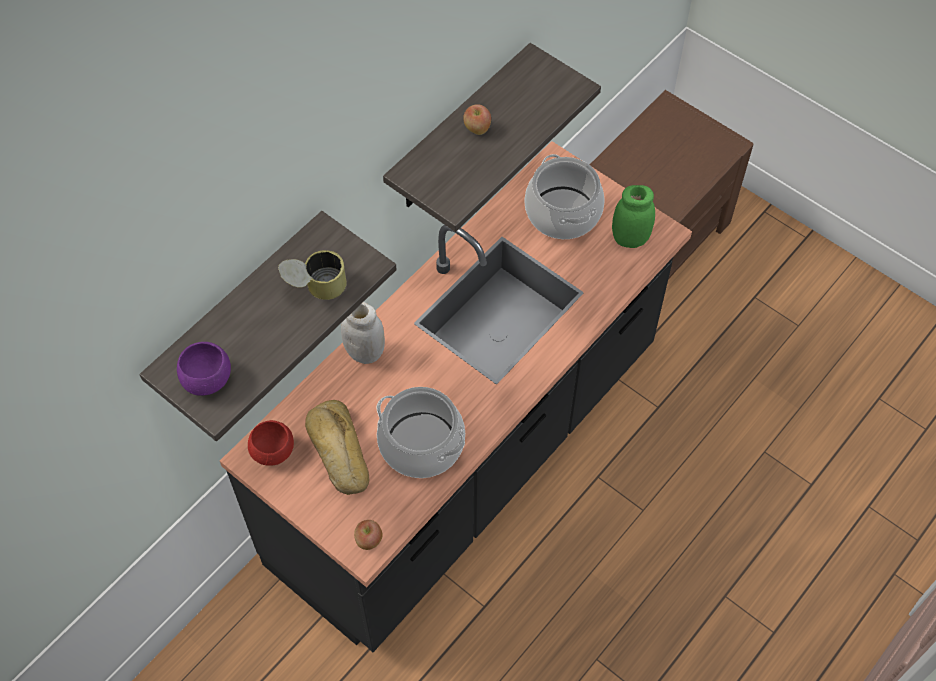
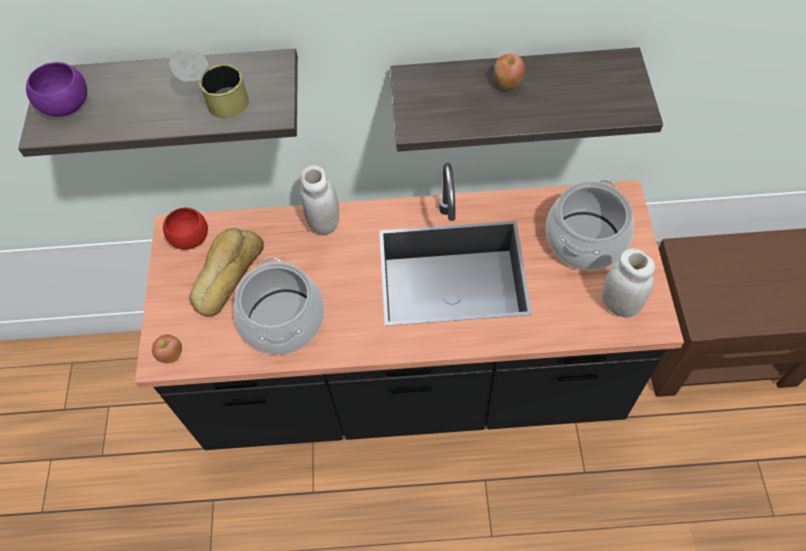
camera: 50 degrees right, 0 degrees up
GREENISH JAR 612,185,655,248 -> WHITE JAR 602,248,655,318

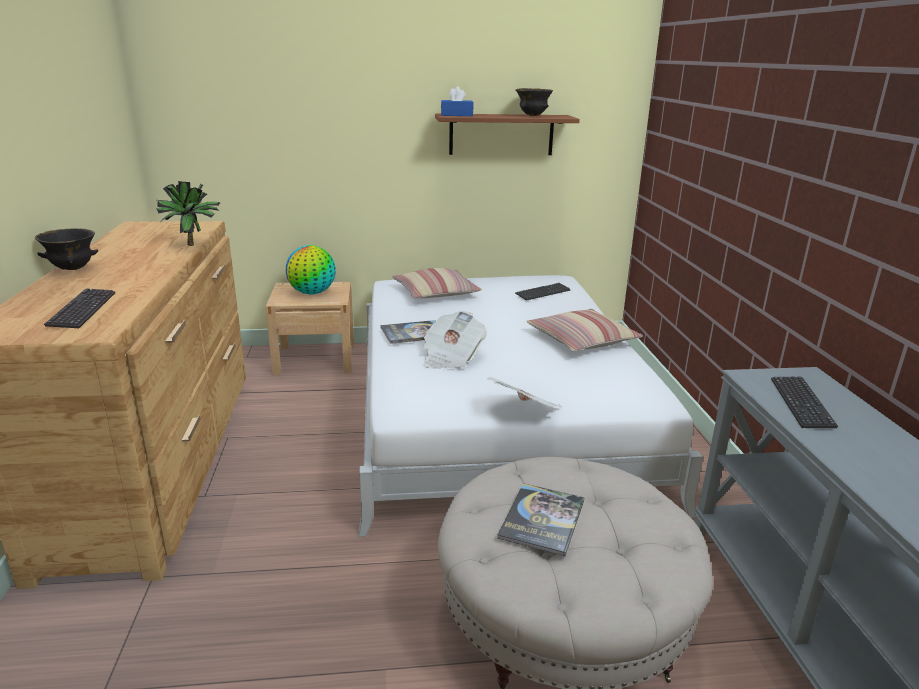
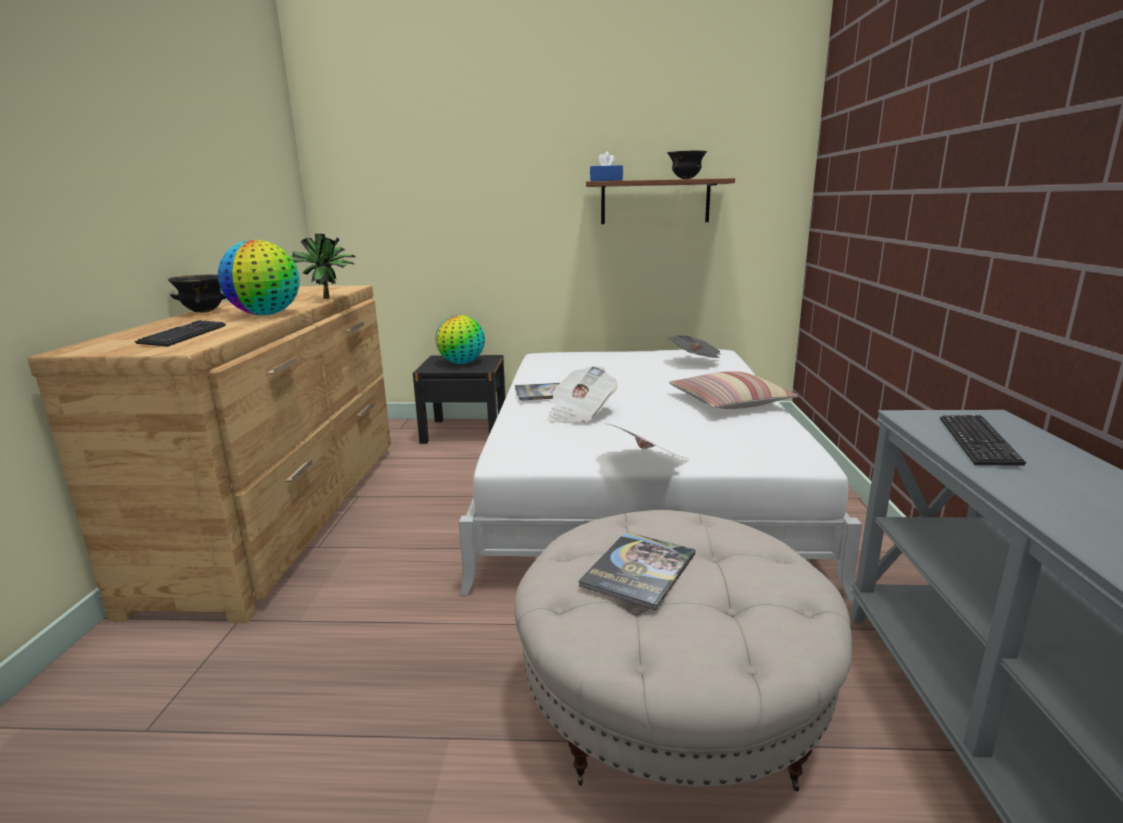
camera: 10 degrees right, 5 degrees down
THROW PILLOW 392,268,482,298 -> none
none -> GLOBE 218,240,299,315
PC KEYBOARD 515,283,571,301 -> PRINTED PAPER 667,335,721,358
SAND-COLOURED NIGHT TABLE 266,282,354,375 -> BLACK NIGHT TABLE 413,355,505,444

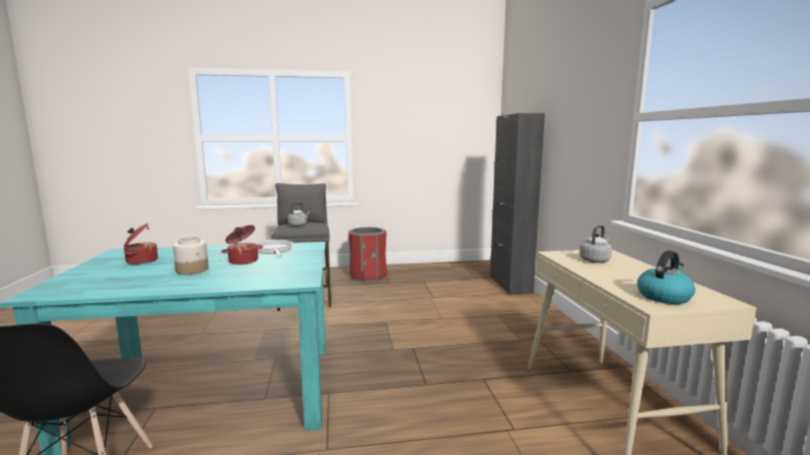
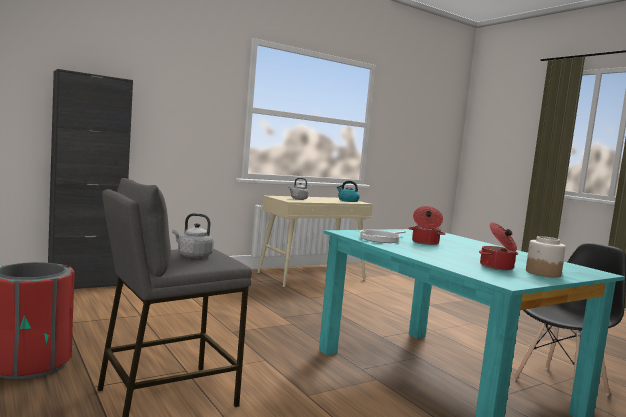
camera: 115 degrees left, 5 degrees down
JAR 173,237,209,275 -> JAR 526,236,566,278, relocated

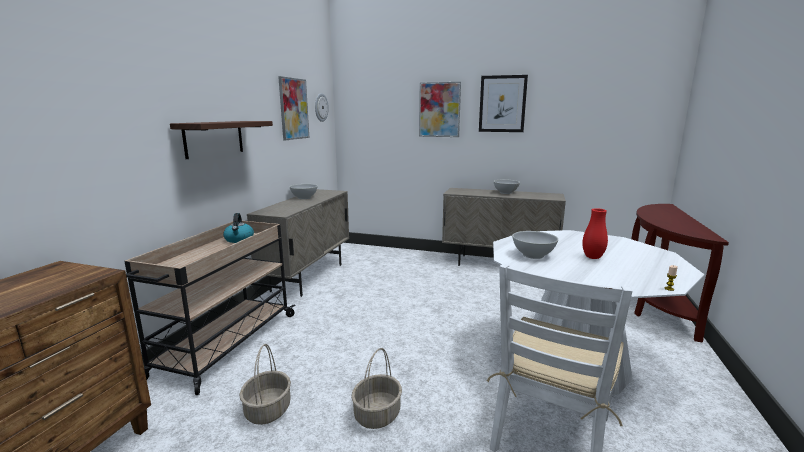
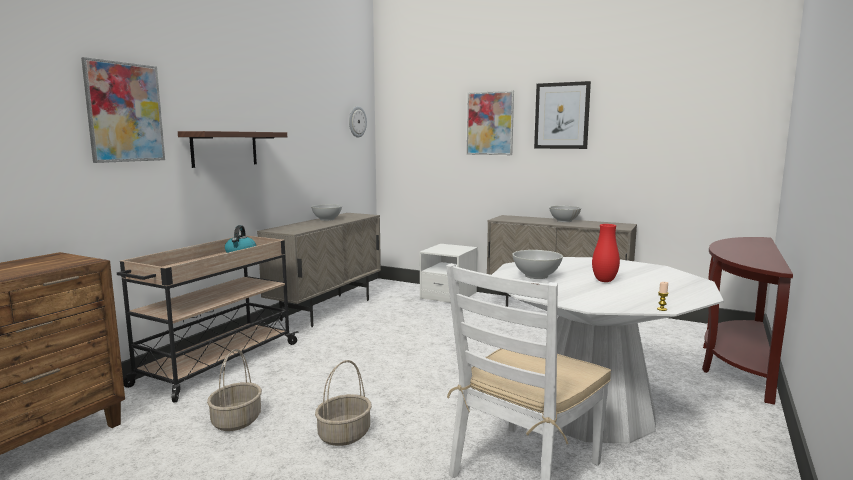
camera: 10 degrees right, 5 degrees down
none -> WHITE NIGHT TABLE 419,244,478,303
PICTURE 278,76,309,140 -> PICTURE 81,57,165,163, relocated

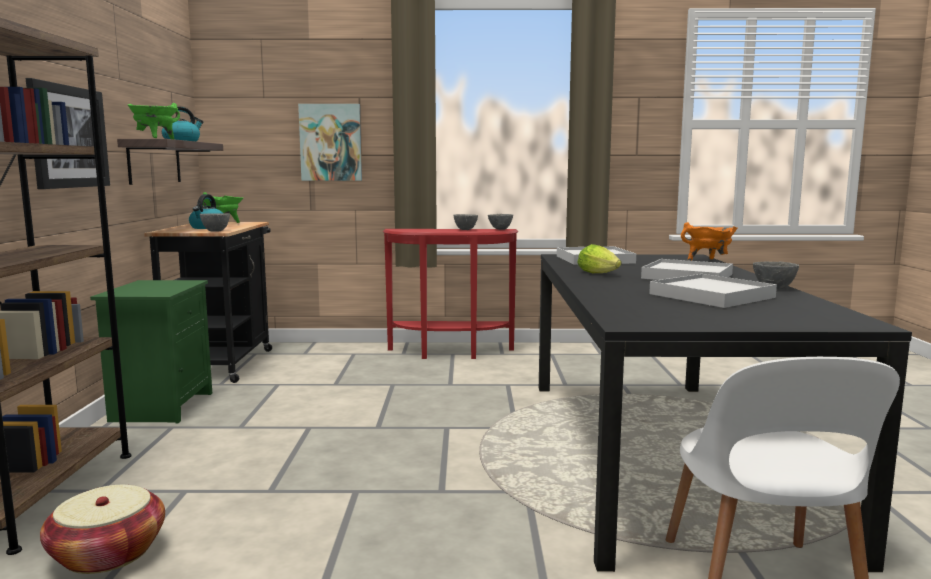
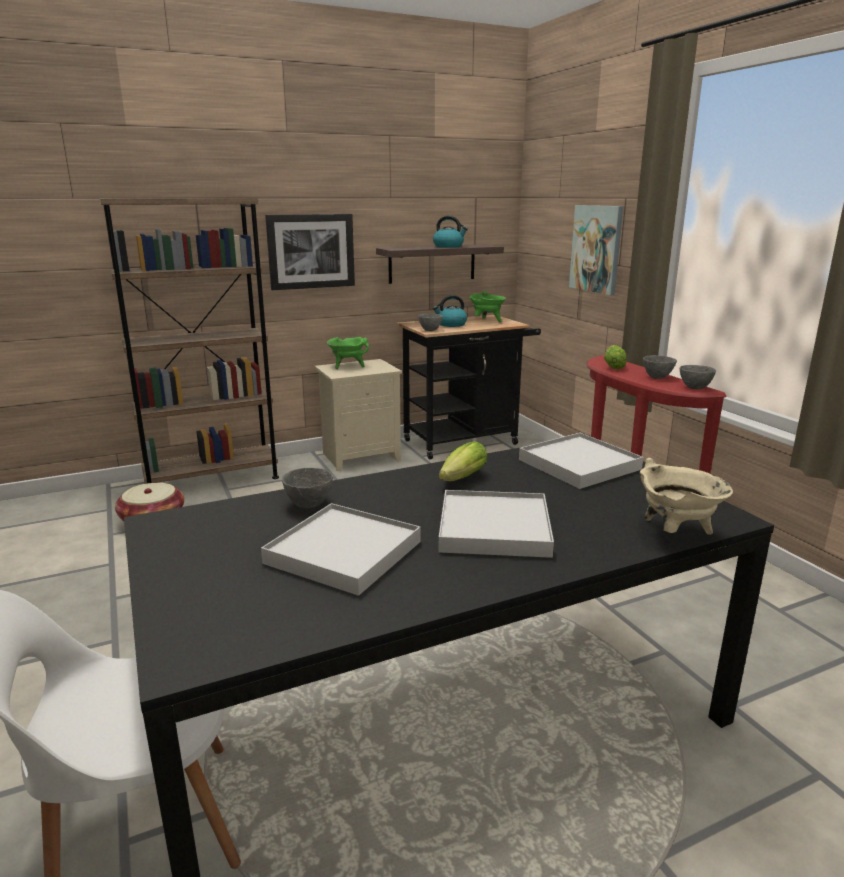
camera: 65 degrees right, 10 degrees up
none -> HEAD OF LETTUCE 604,345,627,370
GREENISH STOCKPOT 128,103,180,139 -> GREENISH STOCKPOT 327,337,369,369, relocated
GREYISH SERVING BOWL 753,262,799,290 -> GREYISH SERVING BOWL 282,468,333,508, relocated
GREENISH NIGHT TABLE 90,280,212,424 -> SAND-COLOURED NIGHT TABLE 315,359,402,471
ORANGE-COLOURED STOCKPOT 681,222,738,261 -> SAND-COLOURED STOCKPOT 640,458,733,535

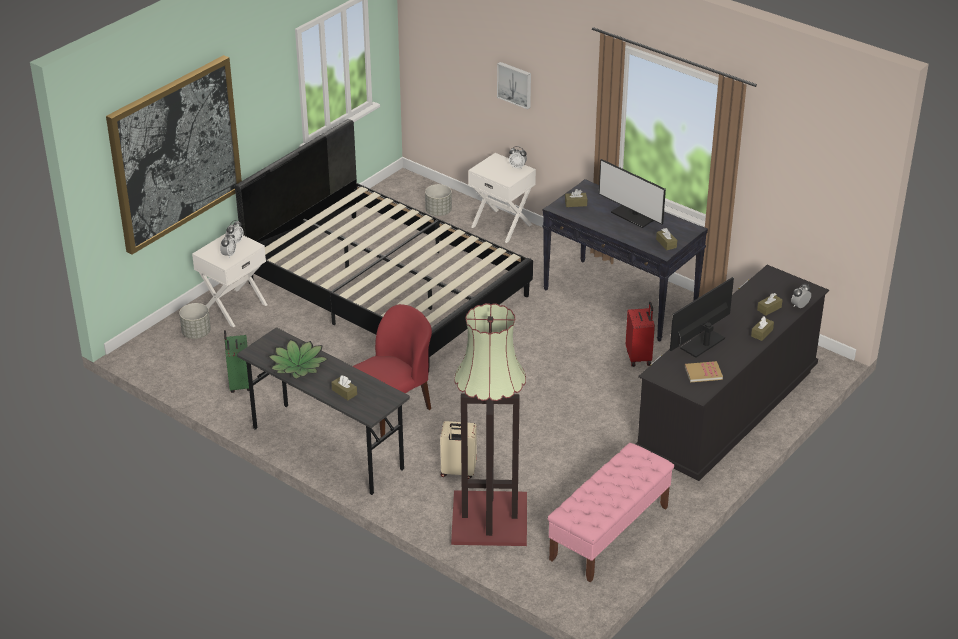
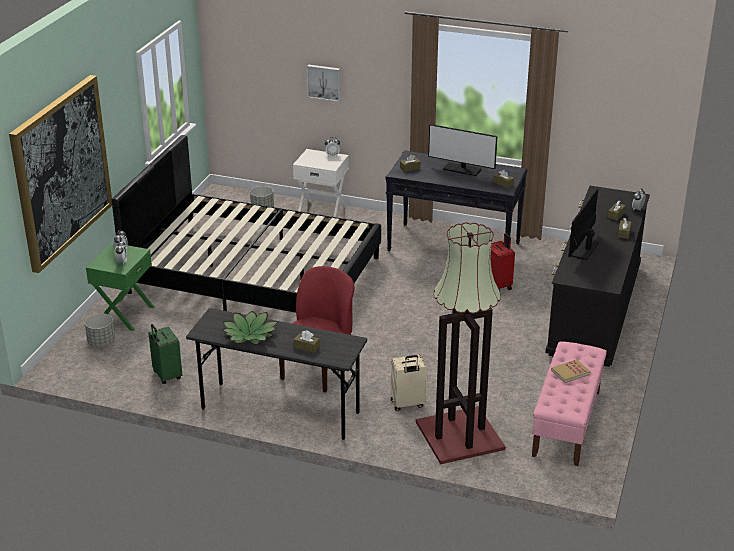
camera: 20 degrees left, 5 degrees down
BOOK 685,361,723,382 -> BOOK 551,359,591,383, relocated
WHITE NIGHT TABLE 192,233,268,327 -> GREENISH NIGHT TABLE 86,243,155,331

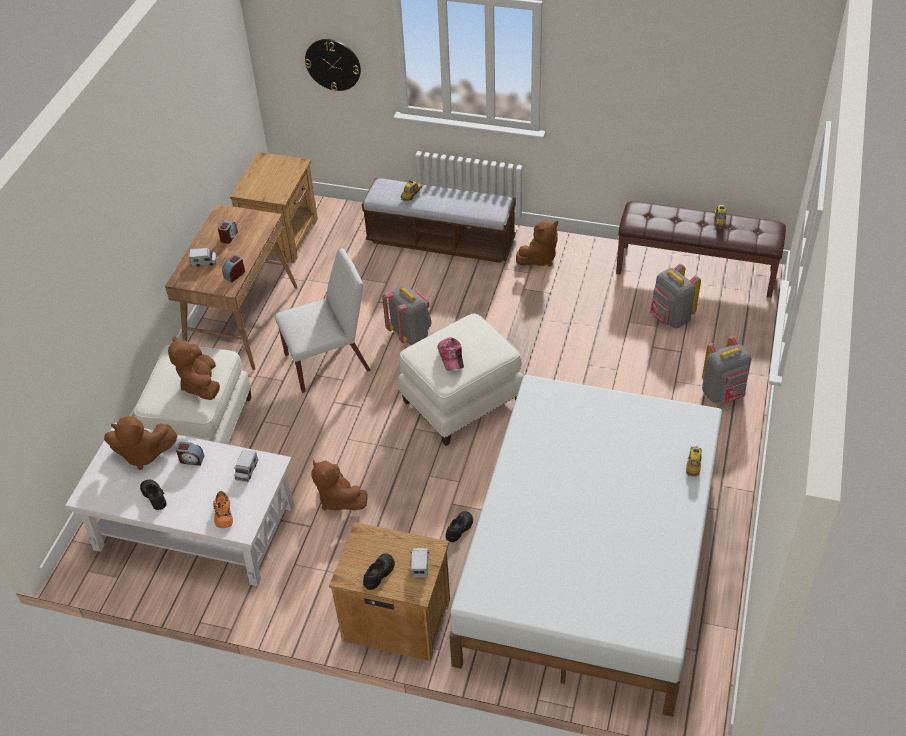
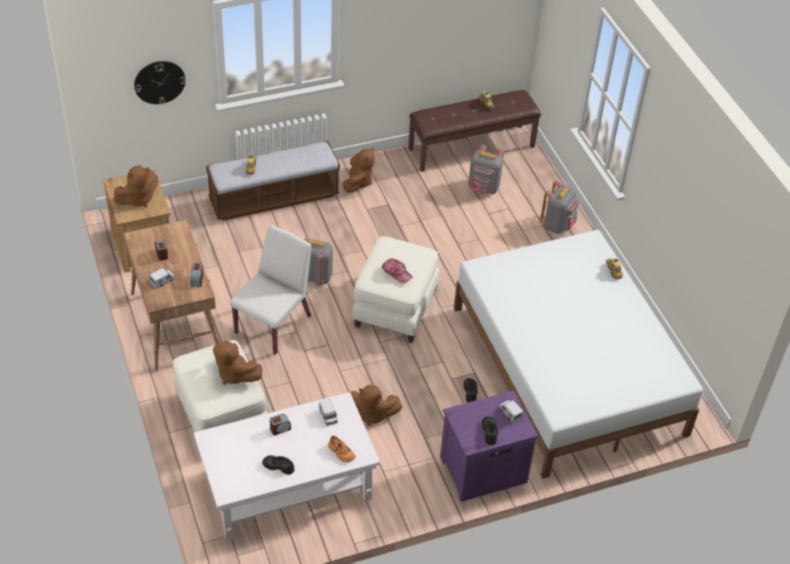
camera: 40 degrees left, 0 degrees up
BROWN-COLOURED PLUSH TOY 104,416,177,470 -> BROWN-COLOURED PLUSH TOY 114,165,158,208, relocated
BROWN-COLOURED NIGHT TABLE 329,522,450,661 -> PURPLE-COLOURED NIGHT TABLE 440,390,538,502

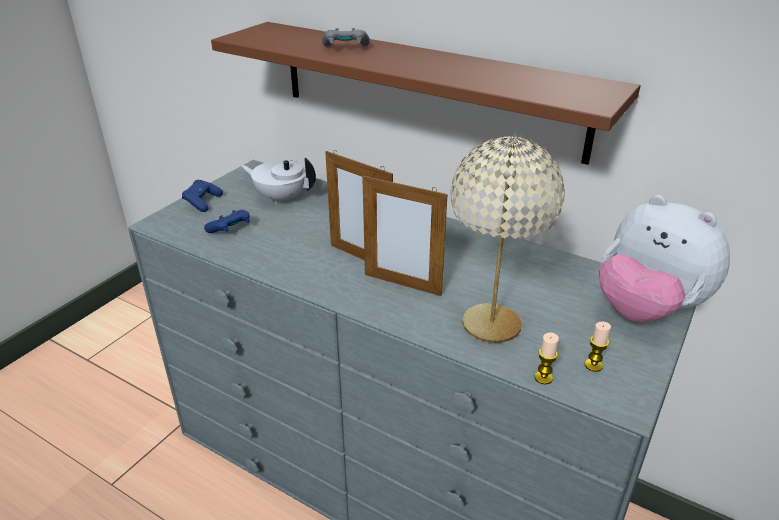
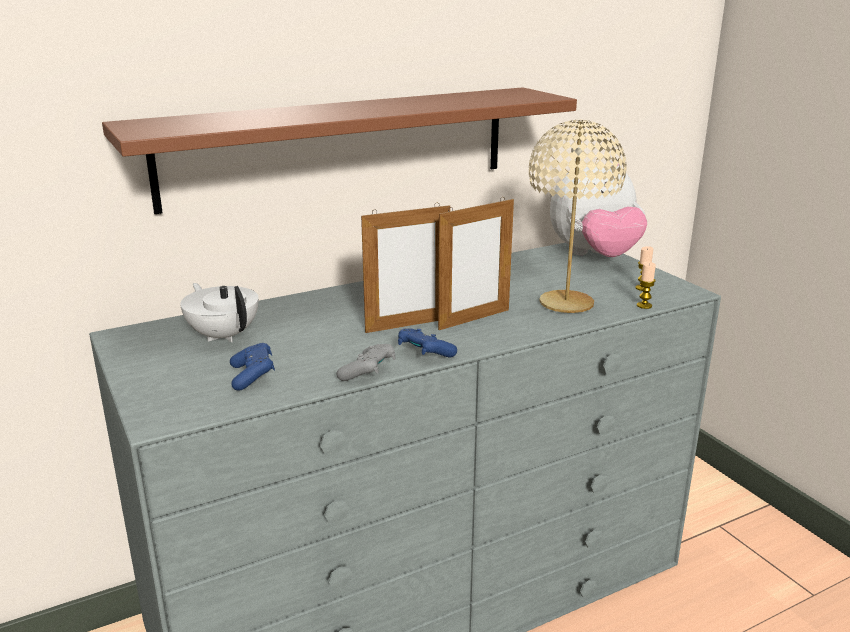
camera: 60 degrees left, 10 degrees down
BLUE GAME CONTROLLER 182,180,223,212 -> BLUE GAME CONTROLLER 398,328,457,357, relocated
GREYISH GAME CONTROLLER 322,28,370,47 -> GREYISH GAME CONTROLLER 336,344,395,381, relocated
WHITE TEAPOT 241,158,316,204 -> WHITE TEAPOT 180,283,259,342, 90 degrees clockwise

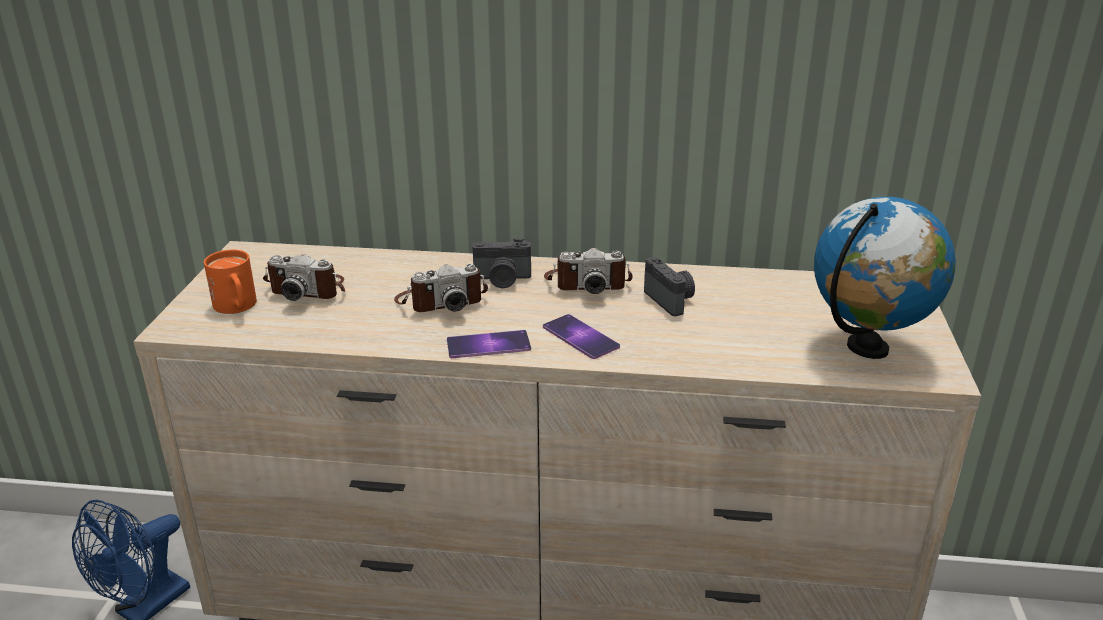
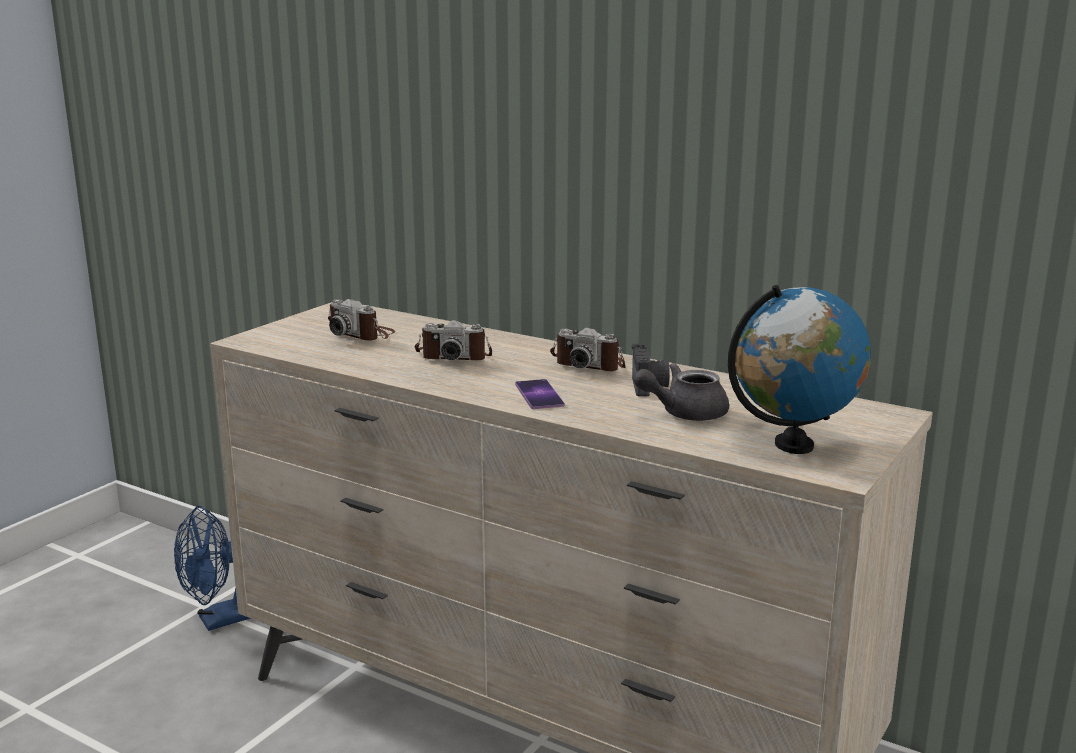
camera: 25 degrees right, 10 degrees down
ORANGE-COLOURED TEA MUG 204,250,257,314 -> none
PHONE 447,330,531,358 -> none
PHOTO CAMERA 473,238,531,288 -> none
none -> GREYISH TEAPOT 634,363,729,421

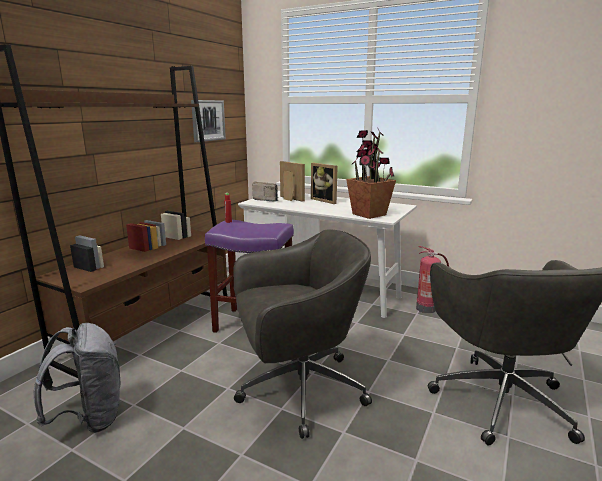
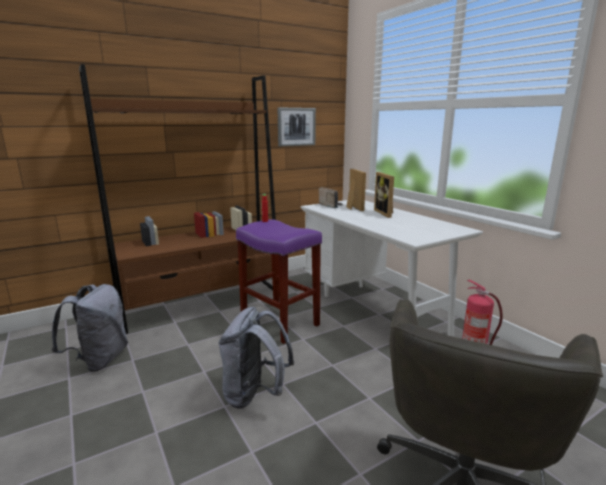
camera: 30 degrees right, 0 degrees up
HOUSEPLANT 346,129,396,219 -> none
GREYISH COMPUTER CHAIR 233,229,372,439 -> GREYISH KNAPSACK 218,307,294,409

